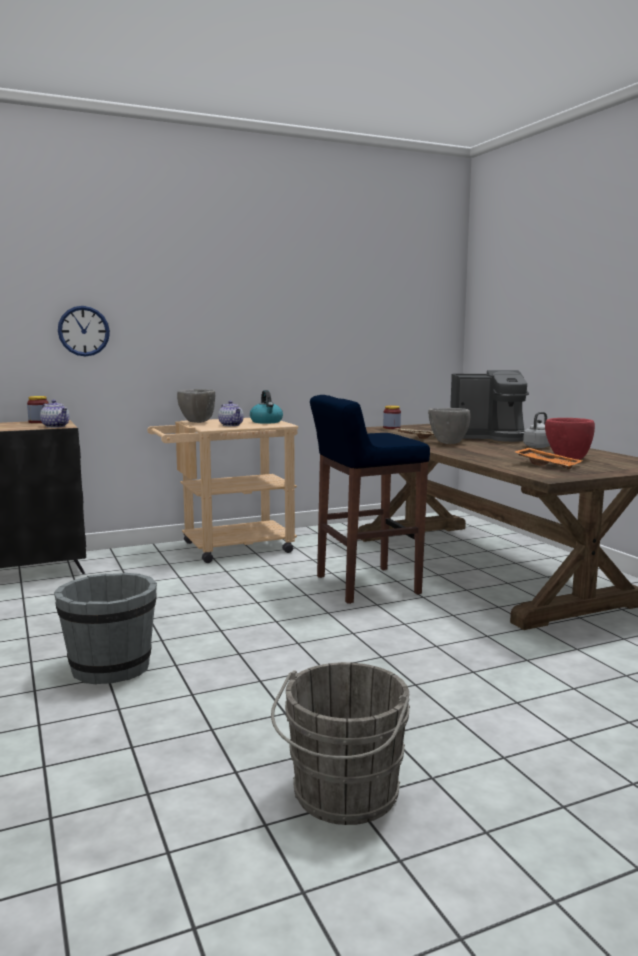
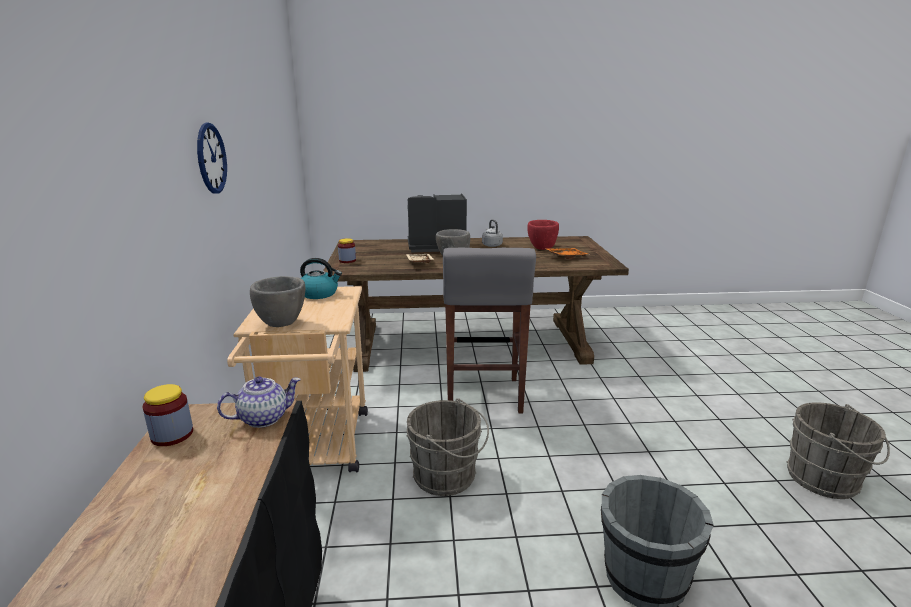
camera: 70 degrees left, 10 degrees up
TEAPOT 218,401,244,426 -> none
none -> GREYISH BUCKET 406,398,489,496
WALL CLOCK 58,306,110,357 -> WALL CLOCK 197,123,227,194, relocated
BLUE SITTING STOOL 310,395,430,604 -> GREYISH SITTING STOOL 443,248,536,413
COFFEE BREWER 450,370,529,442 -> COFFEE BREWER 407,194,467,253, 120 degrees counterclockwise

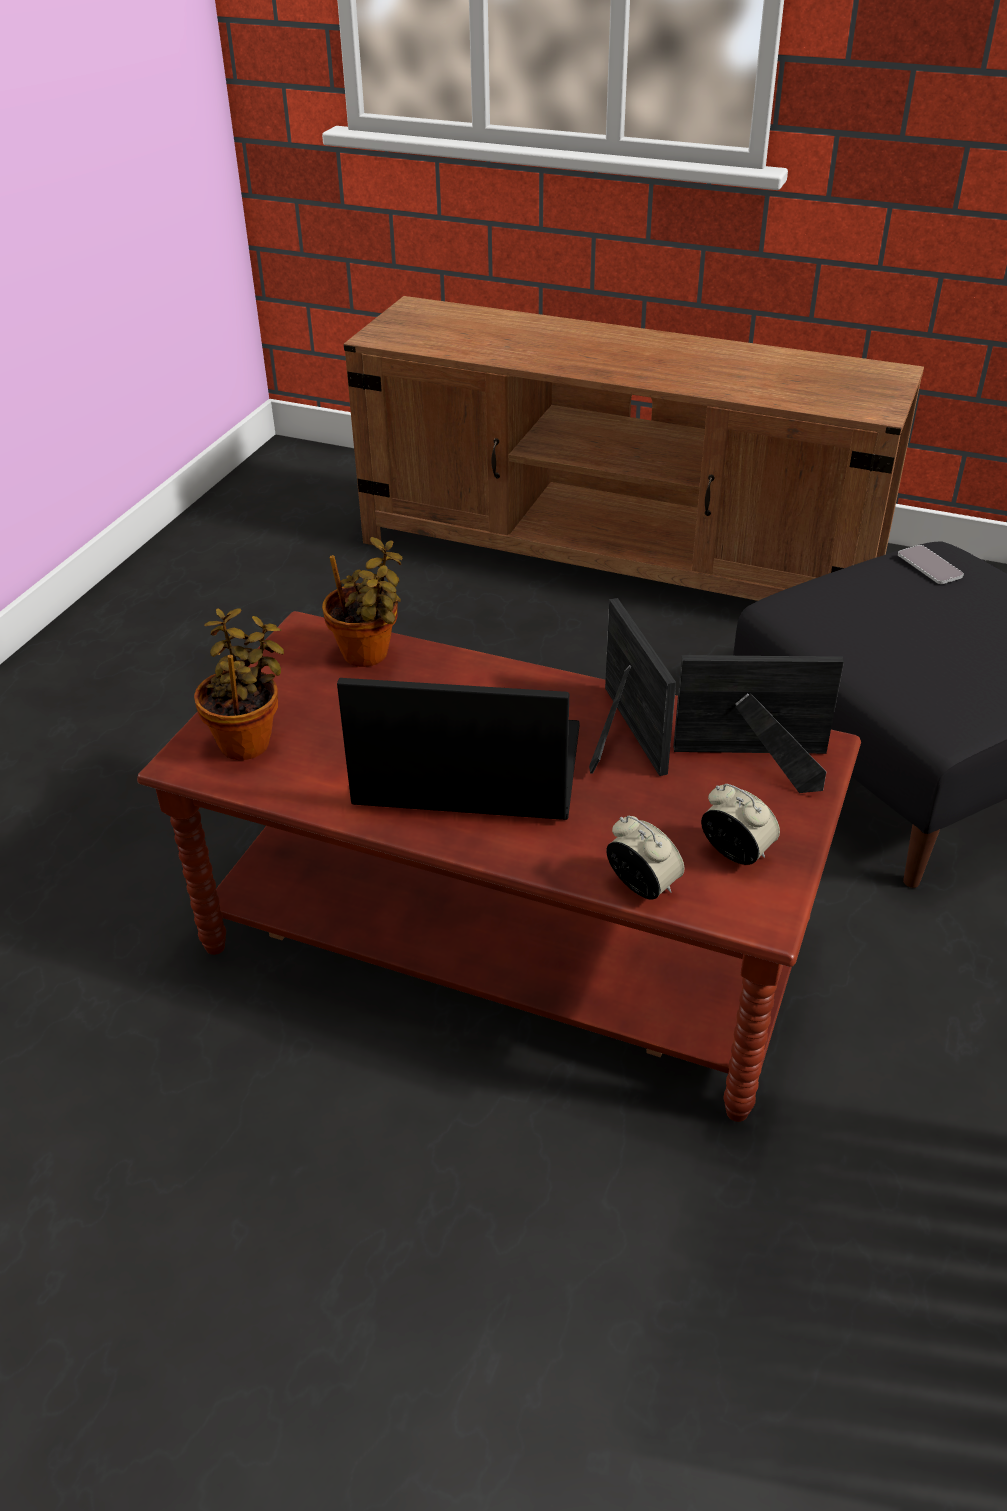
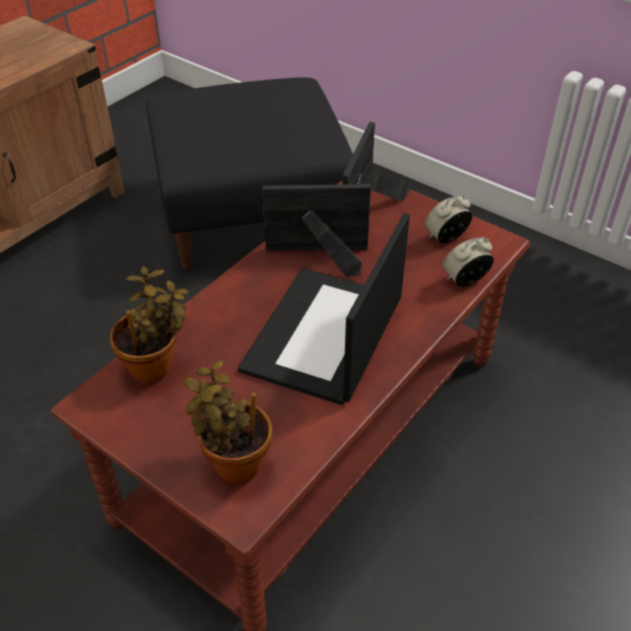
camera: 75 degrees left, 5 degrees up
PHONE 898,545,964,584 -> none

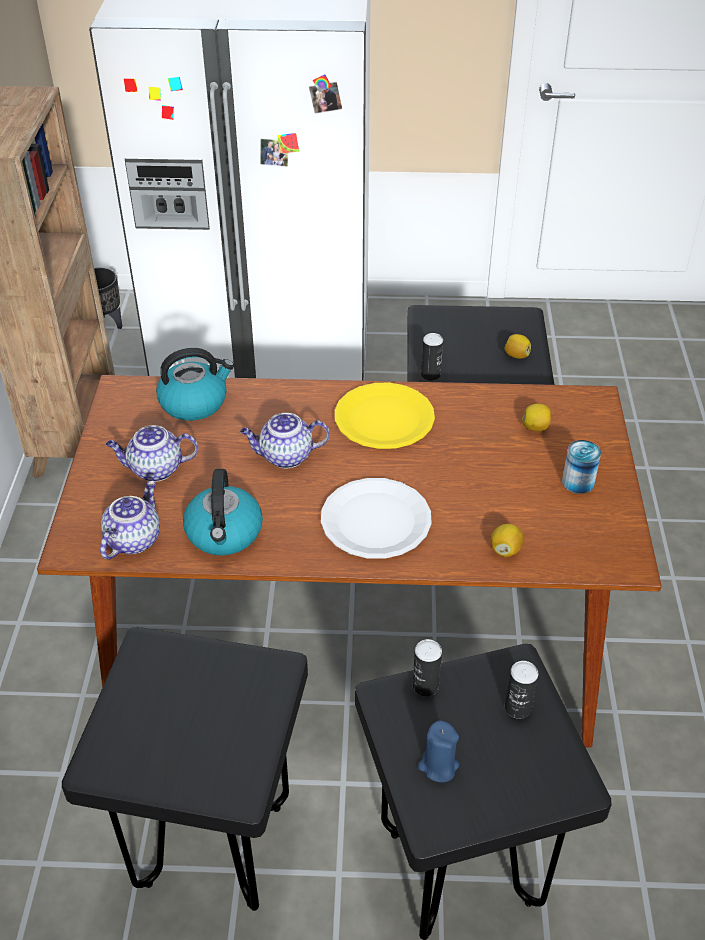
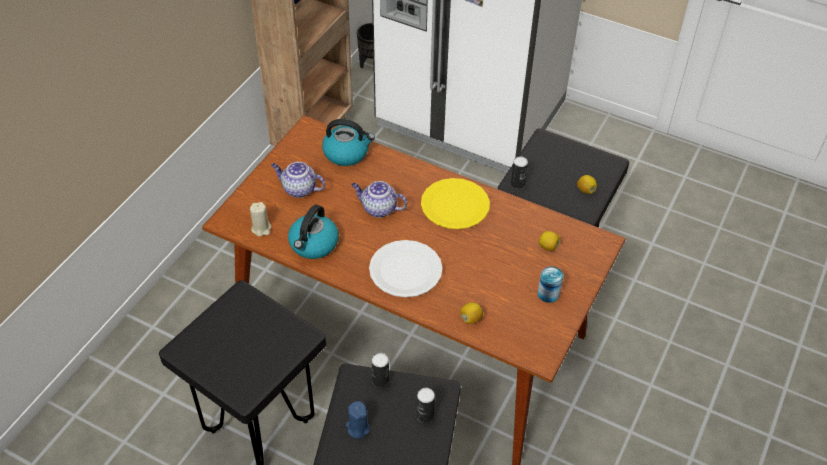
camera: 25 degrees right, 5 degrees up
TEAPOT 100,481,160,559 -> SAND-COLOURED WAX CANDLE 250,202,271,236

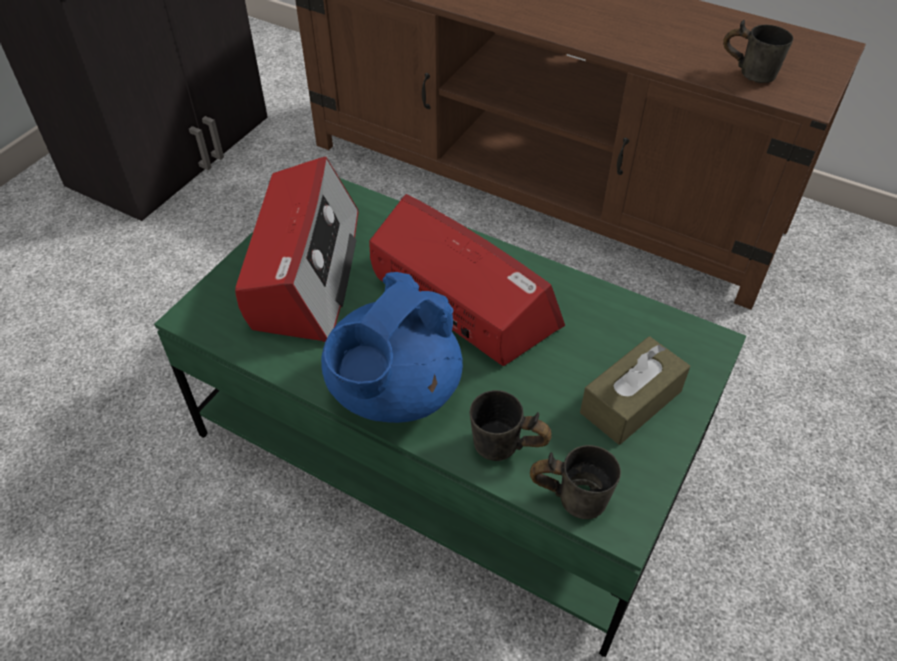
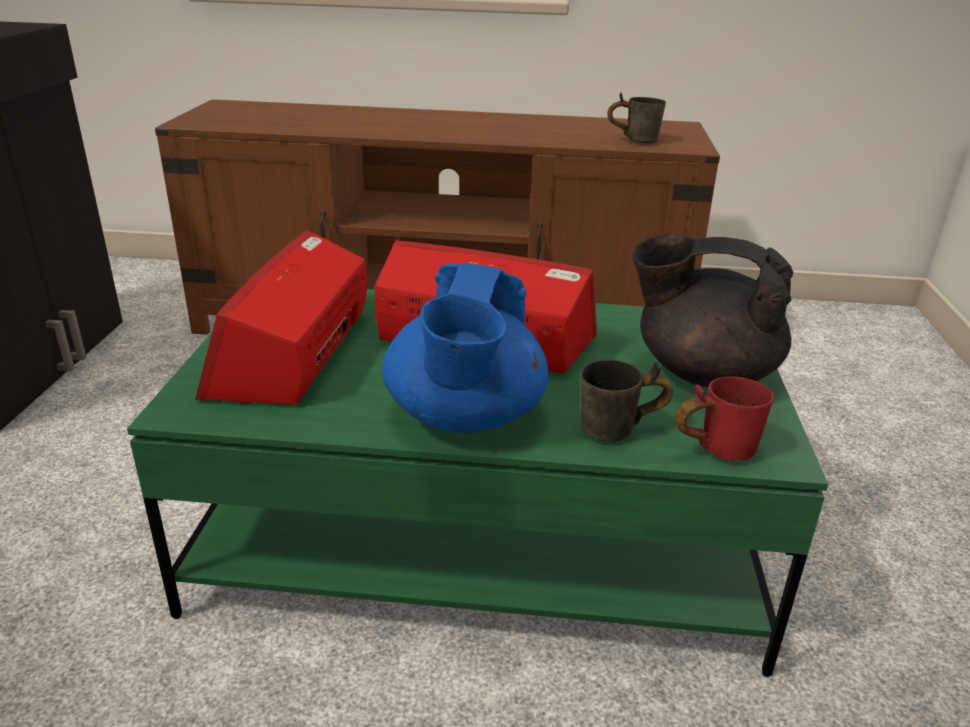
camera: 25 degrees left, 20 degrees down
BROWN-COLOURED TISSUE HOLDER 580,336,690,445 -> BLACK TEAPOT 633,234,793,387
GREYISH TEA MUG 530,445,621,519 -> REDDISH TEA MUG 674,376,774,461
RADIO SET 235,157,358,342 -> RADIO SET 195,230,367,405, 150 degrees counterclockwise

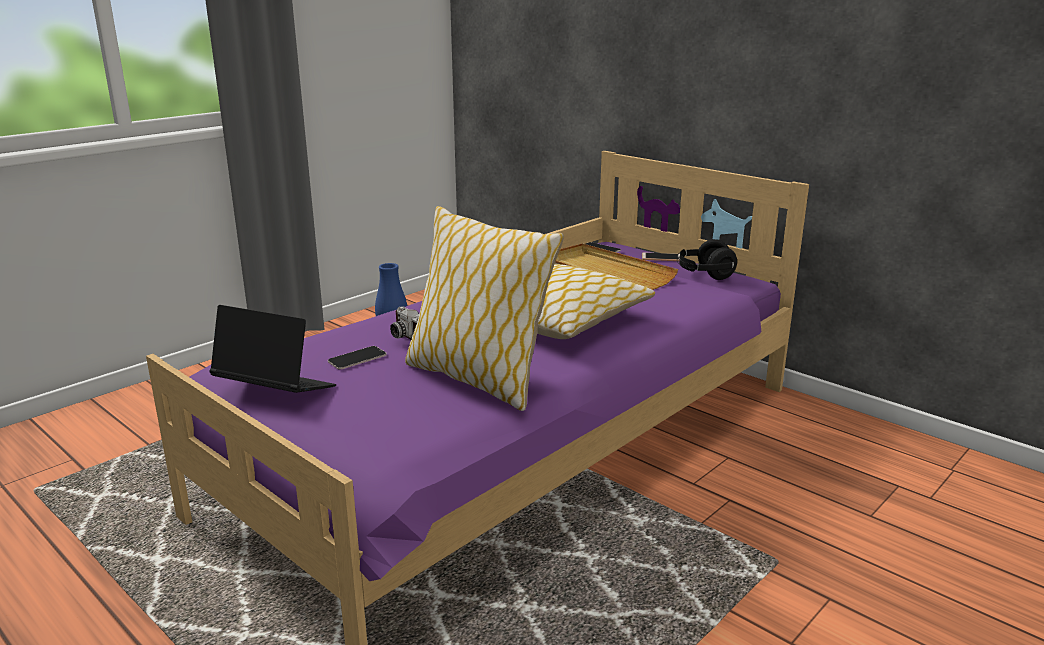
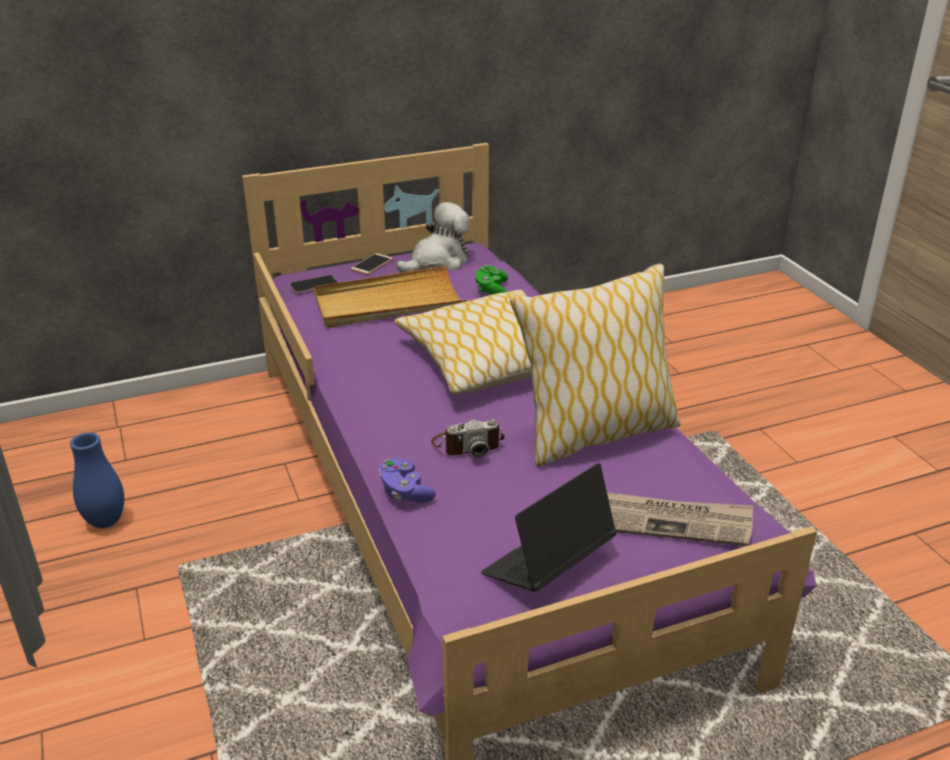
camera: 65 degrees left, 10 degrees up
PHONE 328,346,387,370 -> none
none -> PURPLE-COLOURED GAME CONTROLLER 379,459,436,503
none -> GREENISH GAME CONTROLLER 476,265,508,295
none -> PRINTED PAPER 607,492,753,546
BLACK PAIR OF HEADPHONES 677,239,737,280 -> PLUSH TOY 396,202,470,273

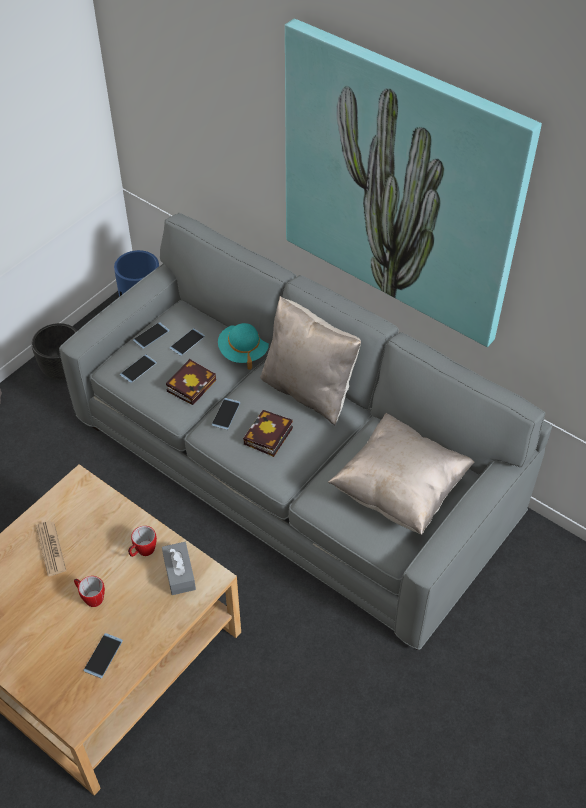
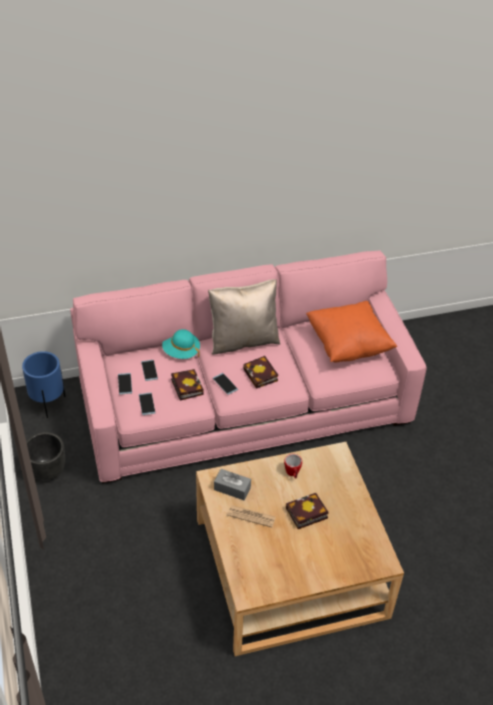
camera: 55 degrees left, 5 degrees down
PHONE 83,633,123,679 -> none
PICTURE 285,19,542,347 -> none
GREYISH TISSUE HOLDER 162,542,196,595 -> GREYISH TISSUE HOLDER 214,469,251,500, relocated
TEA MUG 74,576,105,607 -> BOOK 286,493,329,529
GREYISH COUCH 59,213,552,650 -> PINK-COLOURED COUCH 70,250,427,483
SAND-COLOURED THROW PILLOW 328,413,474,535 -> ORANGE-COLOURED THROW PILLOW 306,301,397,362

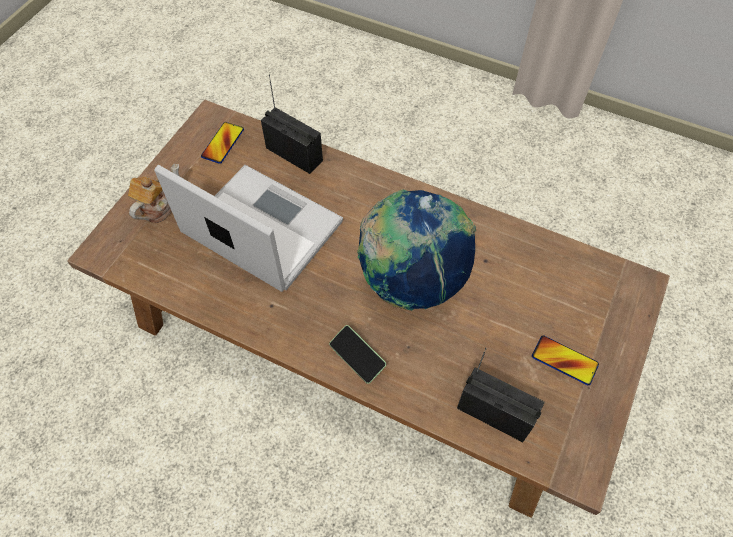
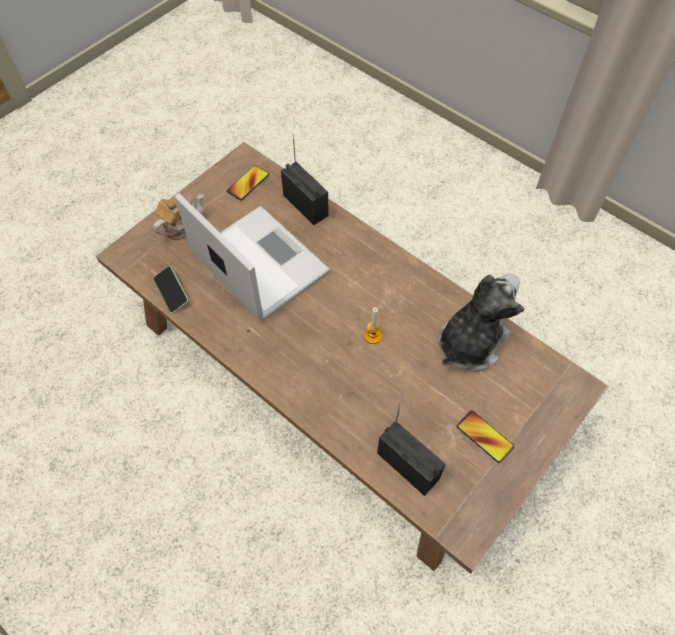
camera: 15 degrees right, 0 degrees up
none -> PLUSH TOY 438,274,525,372
PHONE 329,325,386,384 -> PHONE 153,266,188,313, relocated
GLOBE 357,189,477,311 -> WAX CANDLE 364,307,382,344

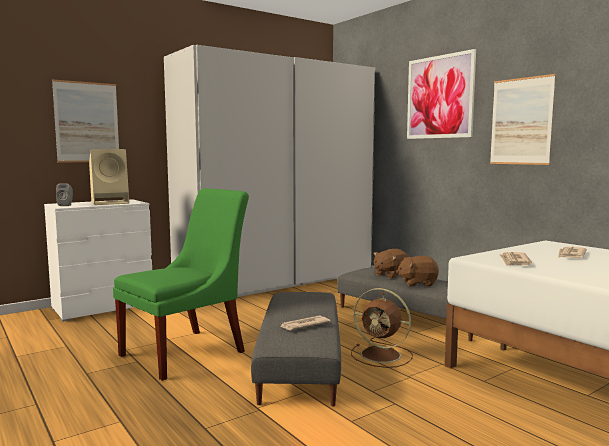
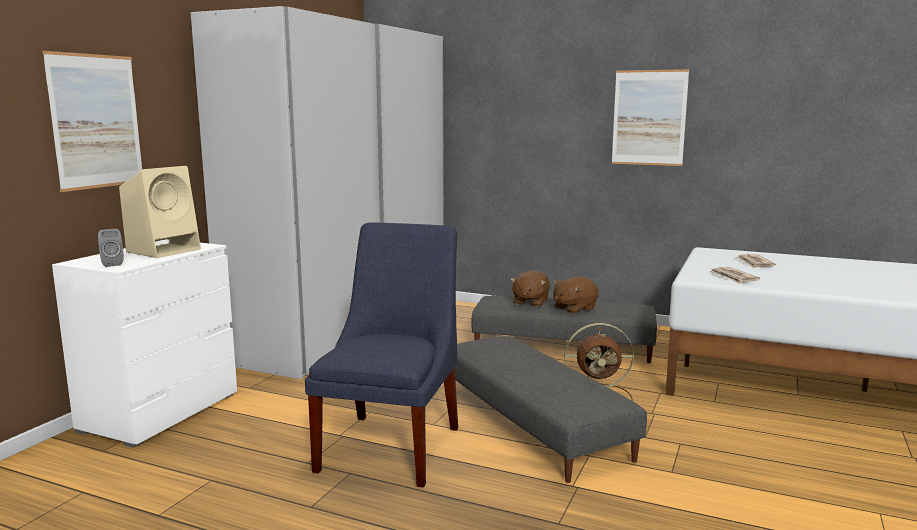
camera: 30 degrees left, 5 degrees up
PRINTED PAPER 280,315,331,331 -> none
PICTURE 407,49,476,139 -> none
GREENISH UPRIGHT CHAIR 113,188,249,381 -> BLUE UPRIGHT CHAIR 305,222,458,487

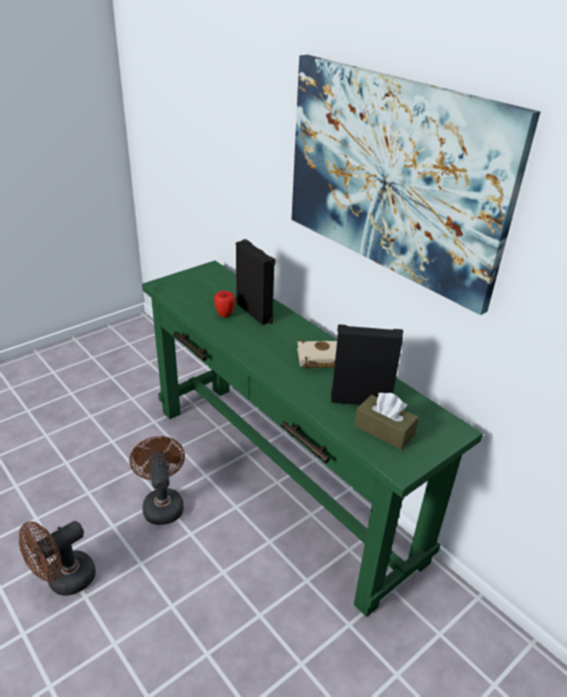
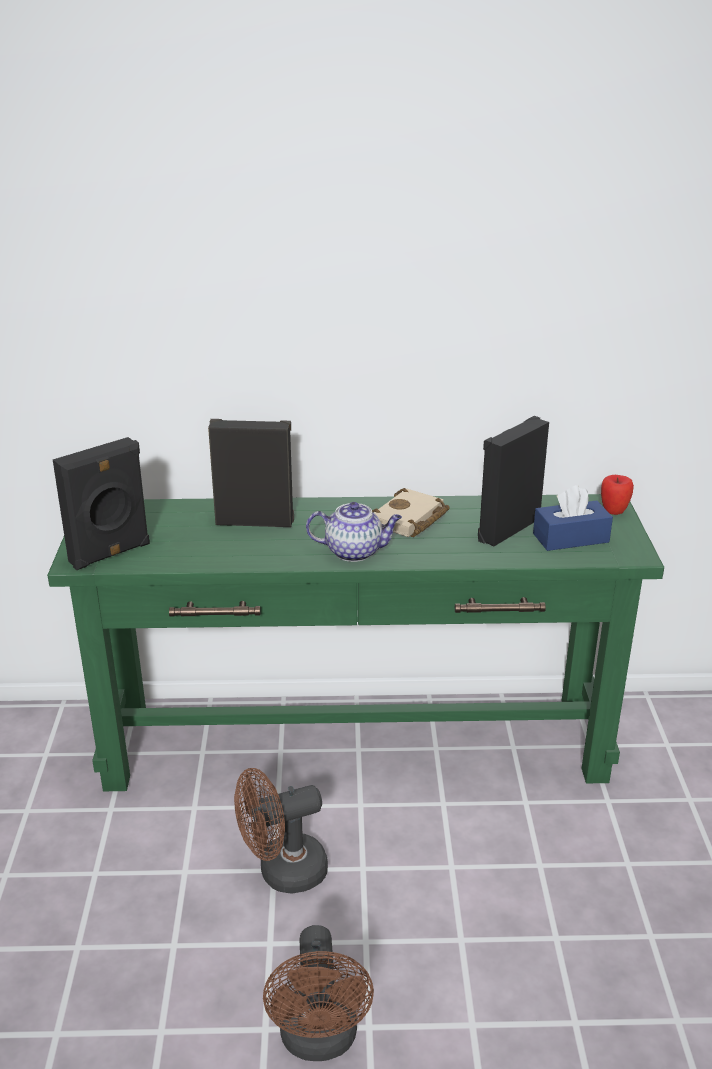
camera: 50 degrees left, 5 degrees down
PICTURE 292,55,540,315 -> none
none -> BLACK SPEAKER 53,437,150,570
none -> TEAPOT 306,502,402,562
WHOLE APPLE 214,291,235,318 -> WHOLE APPLE 601,475,634,515, relocated
BROWN-COLOURED TISSUE HOLDER 354,393,419,450 -> BLUE TISSUE HOLDER 533,485,613,551
BROWN-COLOURED FAN 129,436,185,525 -> BROWN-COLOURED FAN 234,768,328,894, 45 degrees counterclockwise

